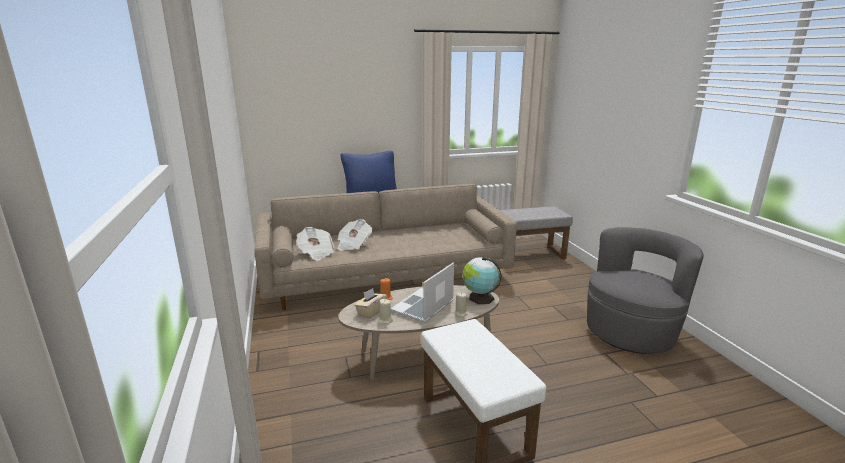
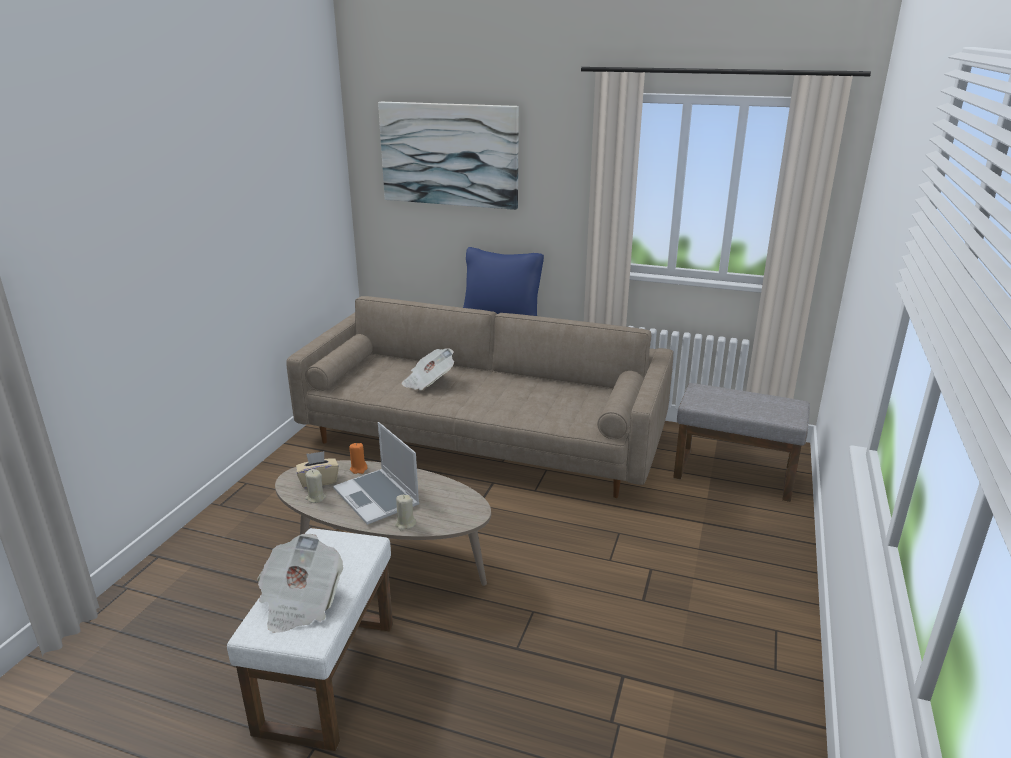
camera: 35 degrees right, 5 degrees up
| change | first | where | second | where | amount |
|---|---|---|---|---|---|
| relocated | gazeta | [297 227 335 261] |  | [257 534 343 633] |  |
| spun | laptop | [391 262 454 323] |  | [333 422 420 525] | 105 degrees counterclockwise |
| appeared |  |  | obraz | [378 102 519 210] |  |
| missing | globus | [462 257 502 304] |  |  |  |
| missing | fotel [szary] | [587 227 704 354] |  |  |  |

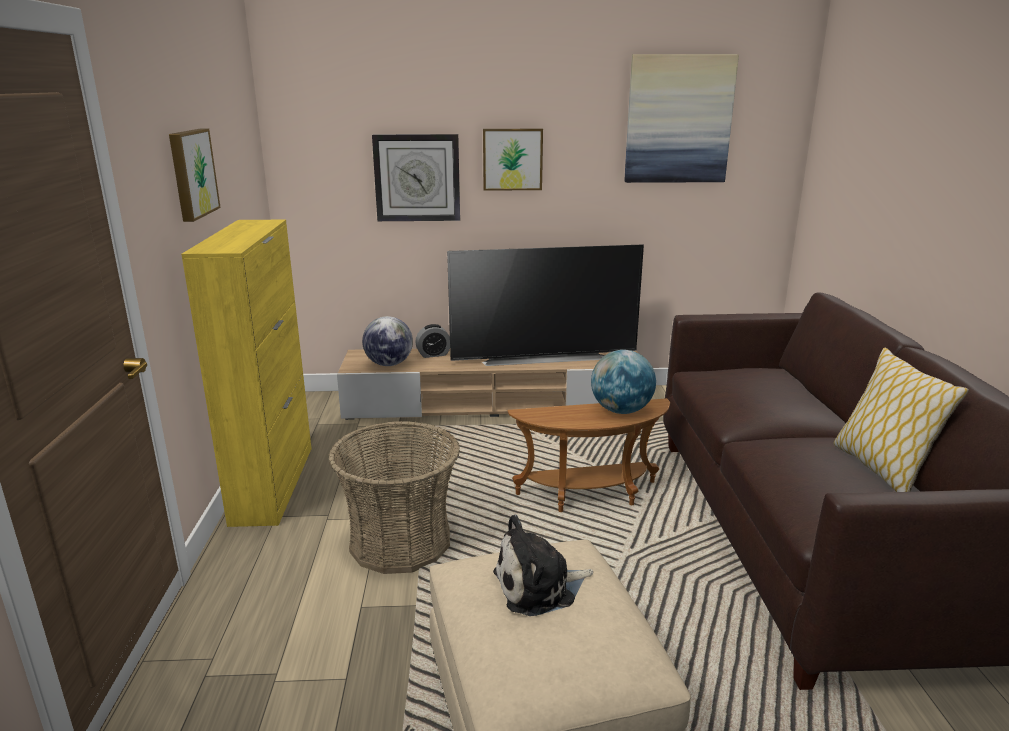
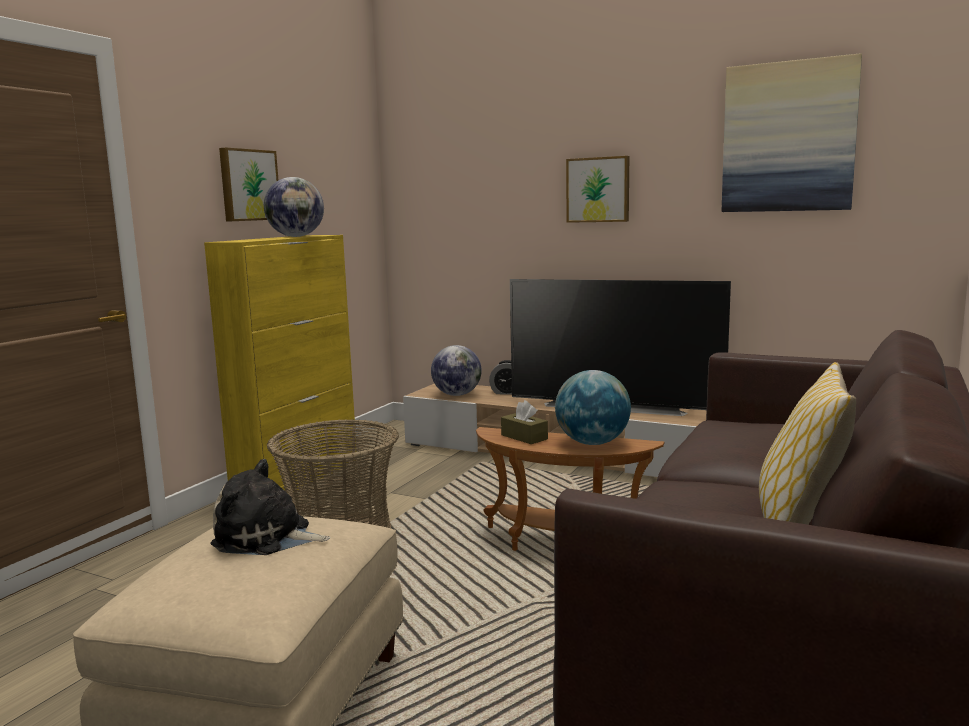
camera: 30 degrees right, 10 degrees down
| change | first | where | second | where | amount |
|---|---|---|---|---|---|
| appeared |  |  | globus | [264 177 324 237] |  |
| appeared |  |  | pudełko chusteczek [brązowy] | [501 400 548 444] |  |
| missing | zegar ścienny | [372 134 460 221] |  |  |  |

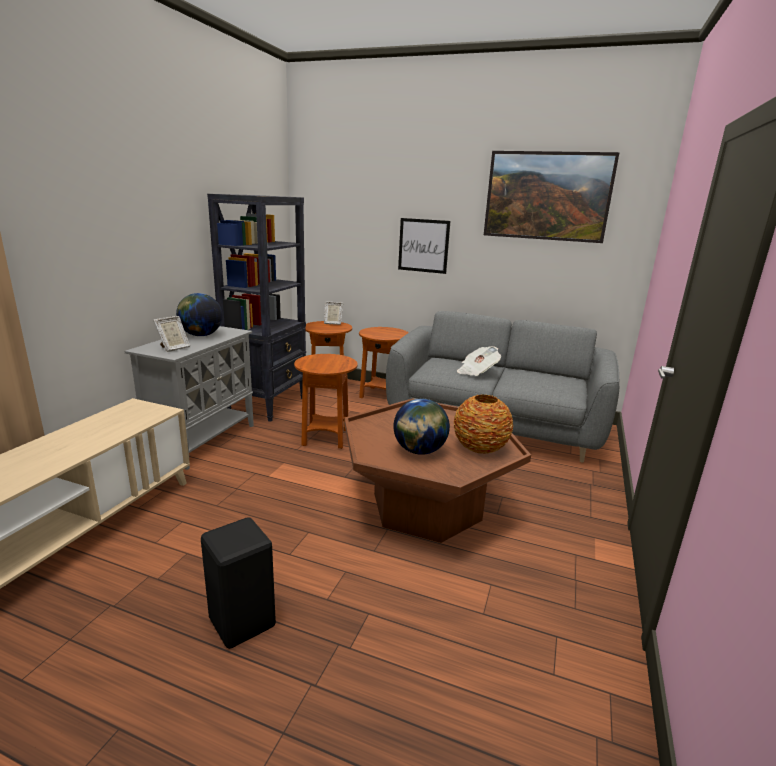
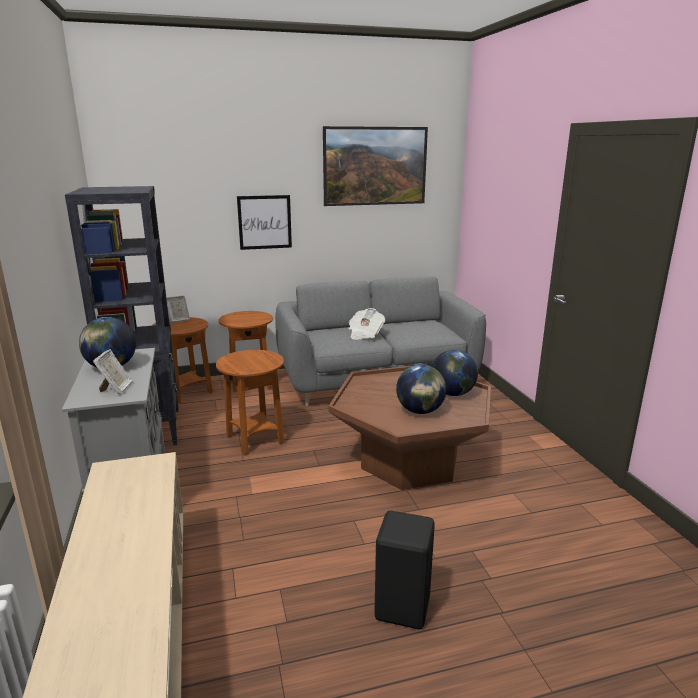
camera: 35 degrees left, 0 degrees up
| change | first | where | second | where | amount |
|---|---|---|---|---|---|
| exchanged | wazon | [454 394 513 454] | globus | [432 350 478 396] |  |

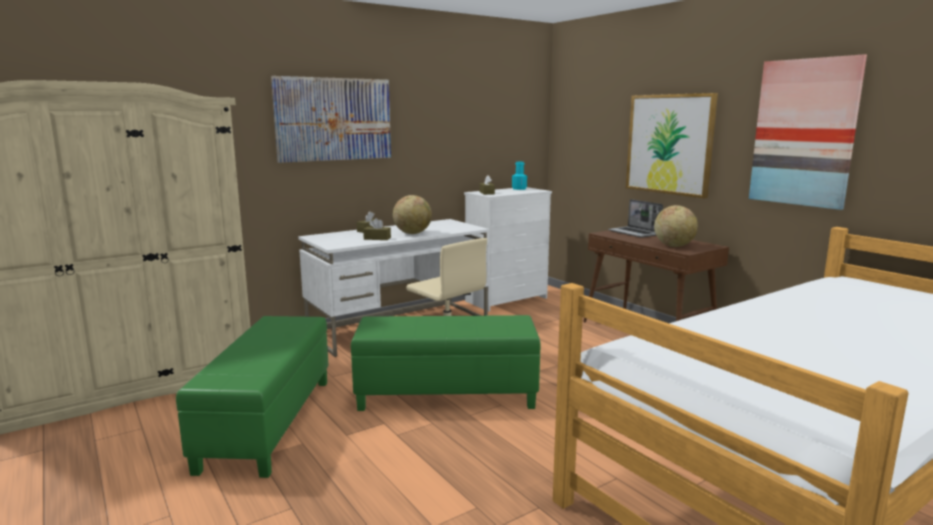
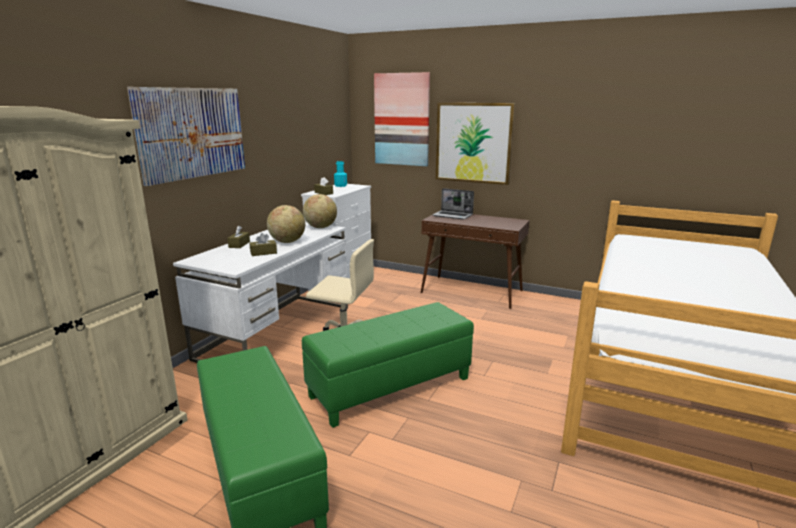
camera: 30 degrees left, 5 degrees up
| change | first | where | second | where | amount |
|---|---|---|---|---|---|
| relocated | globus | [654 205 698 247] |  | [303 194 337 228] |  |
| relocated | obraz | [749 54 867 210] |  | [374 72 430 166] |  |

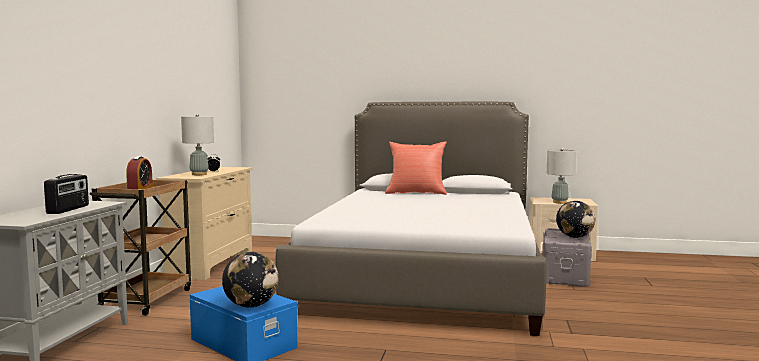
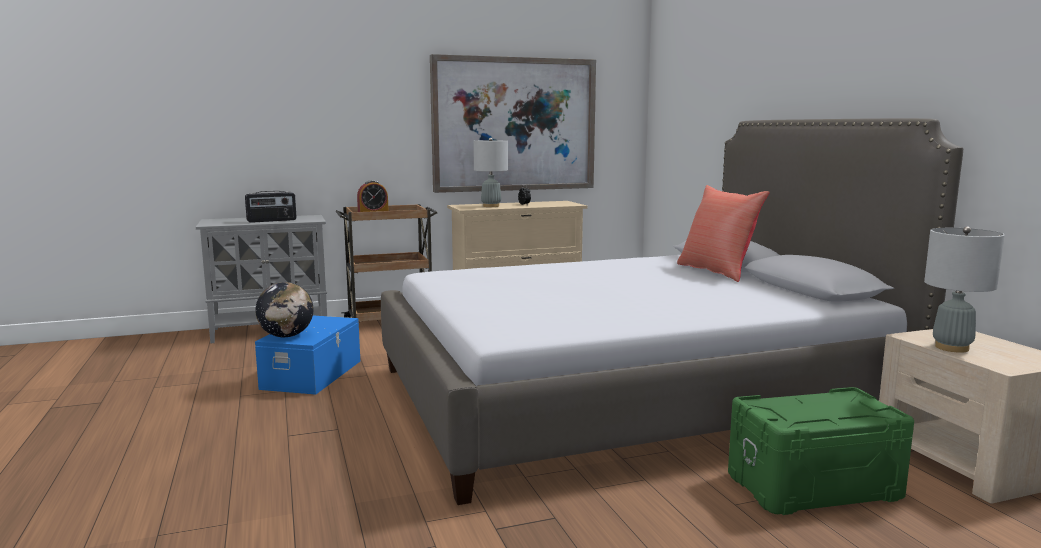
camera: 60 degrees right, 5 degrees up
| change | first | where | second | where | amount |
|---|---|---|---|---|---|
| appeared |  |  | obraz | [430 54 596 193] |  |
| colour | pojemnik do przechowywania [szary] | [542 228 592 287] | pojemnik do przechowywania [zielony] | [728 387 914 515] |  |
| missing | globus | [556 201 595 238] |  |  |  |

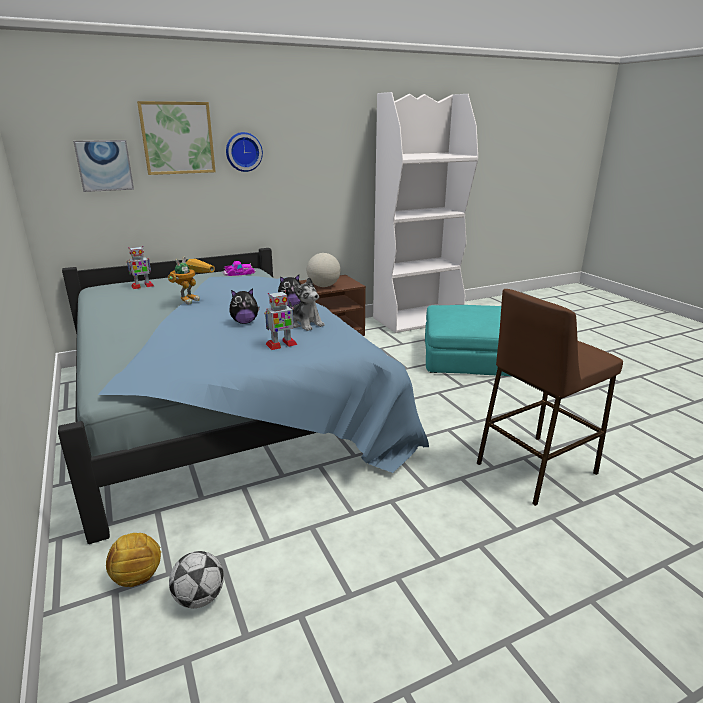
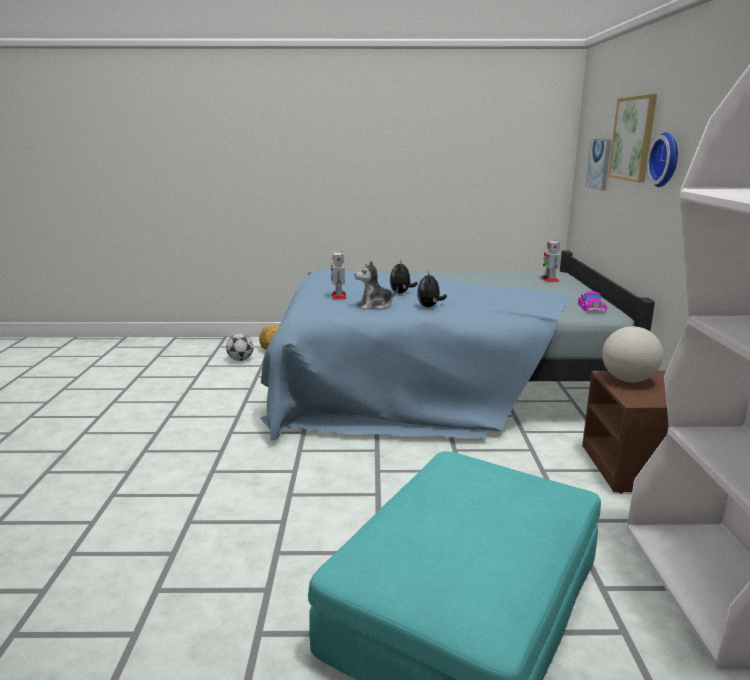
camera: 115 degrees right, 5 degrees down
| change | first | where | second | where | amount |
|---|---|---|---|---|---|
| missing | robot zabawkowy | [168 257 215 305] |  |  |  |
| missing | stołek [brązowy] | [477 289 623 506] |  |  |  |

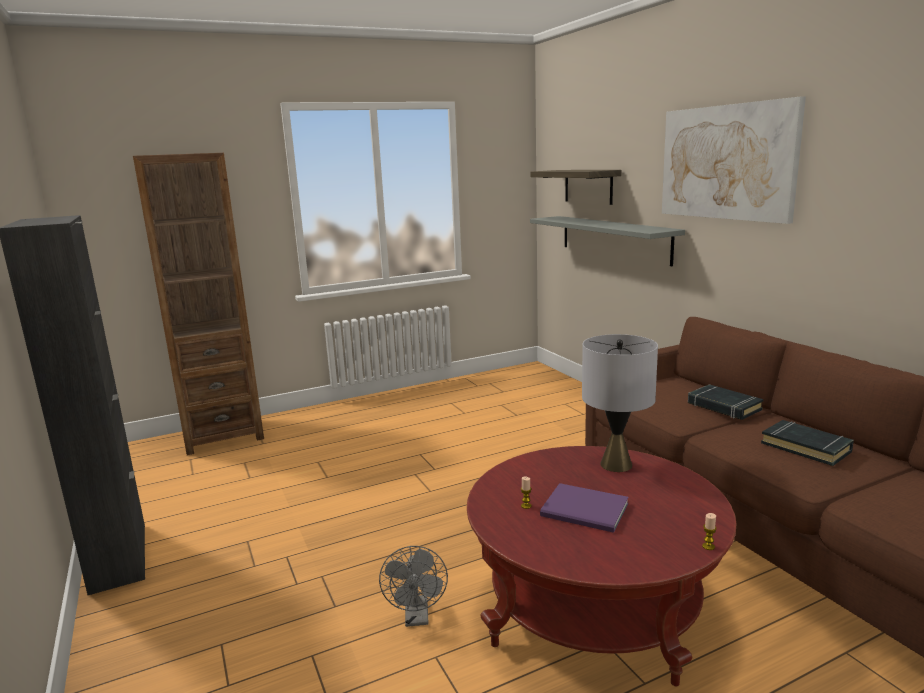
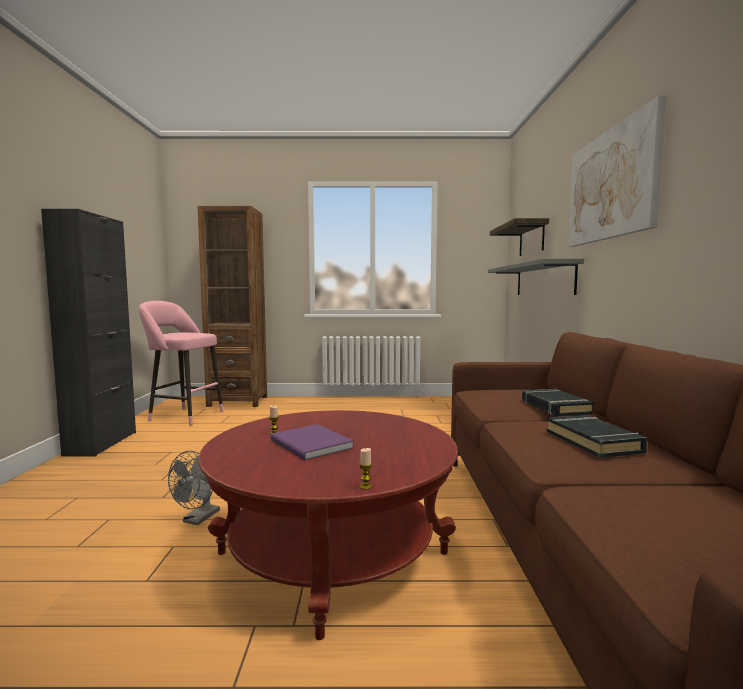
camera: 25 degrees right, 10 degrees down
| change | first | where | second | where | amount |
|---|---|---|---|---|---|
| appeared |  |  | stołek [różowy] | [139 301 224 425] |  |
| missing | lampa stołowa [szary] | [582 334 658 472] |  |  |  |

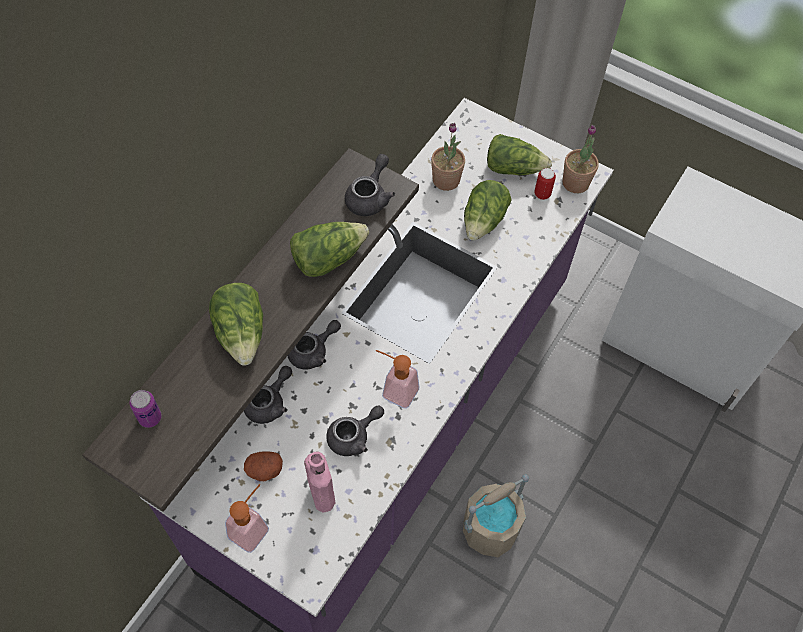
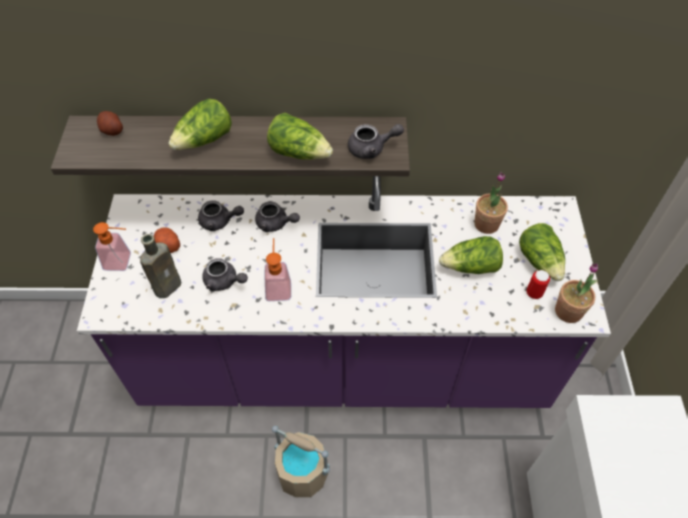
camera: 60 degrees right, 5 degrees down
| change | first | where | second | where | amount |
|---|---|---|---|---|---|
| exchanged | puszka | [129 390 162 428] | ziemniak | [97 111 123 136] |  |
| colour | butelka [różowy] | [304 451 336 513] | butelka [brązowy] | [140 234 181 298] |  |

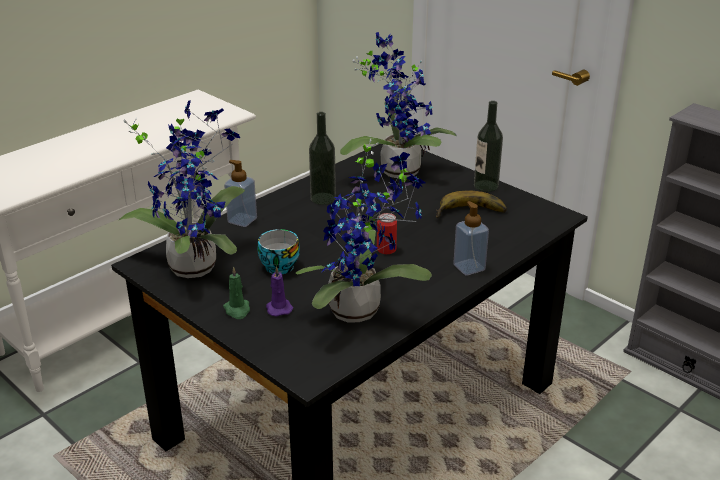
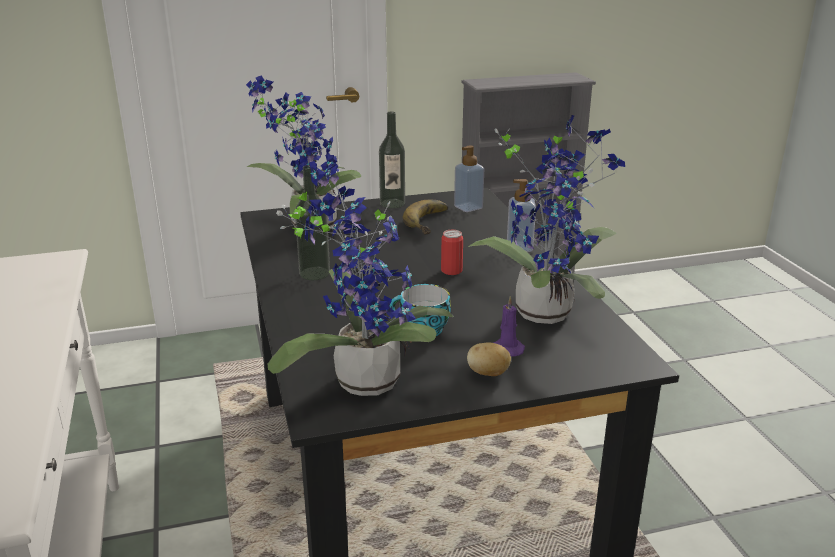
camera: 60 degrees left, 5 degrees down
| change | first | where | second | where | amount |
|---|---|---|---|---|---|
| relocated | dozownik mydła | [224 160 257 227] |  | [454 145 484 212] |  |
| exchanged | świeca [zielony] | [223 266 250 319] | ziemniak | [467 343 511 376] |  |

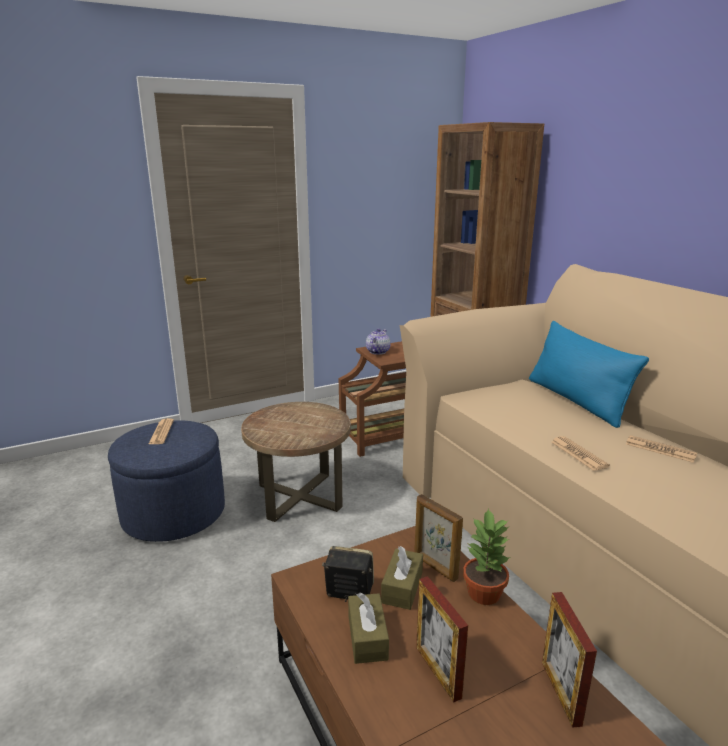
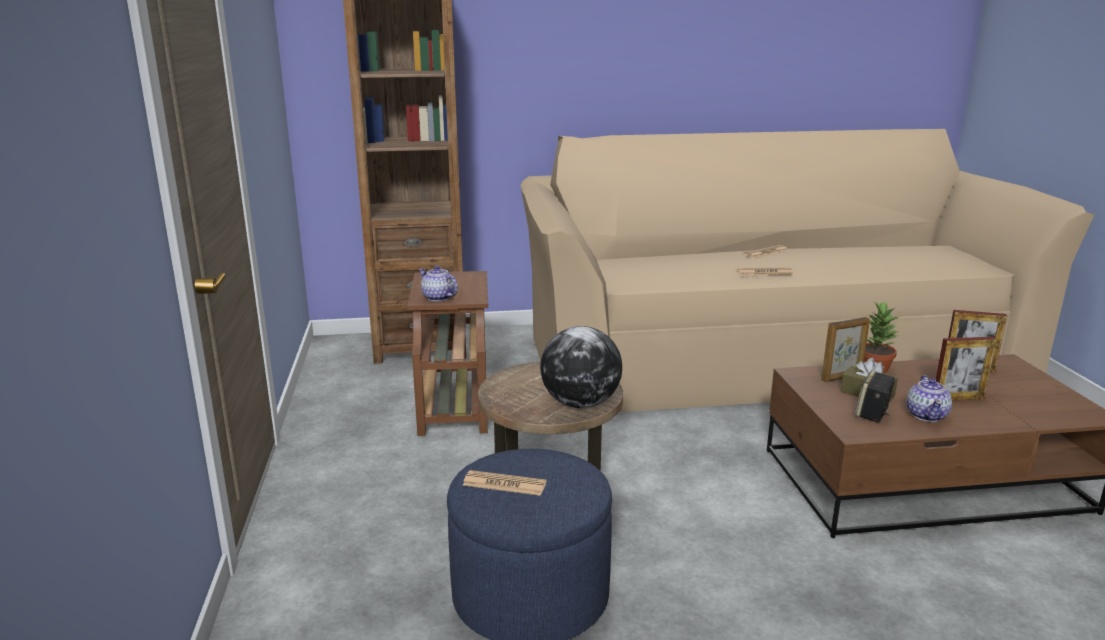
camera: 70 degrees left, 0 degrees up
| change | first | where | second | where | amount |
|---|---|---|---|---|---|
| appeared |  |  | globus | [540 326 622 408] |  |
| exchanged | pudełko chusteczek [brązowy] | [348 593 389 664] | imbryk | [907 375 952 422] |  |
| missing | poduszka [niebieski] | [529 321 649 428] |  |  |  |

